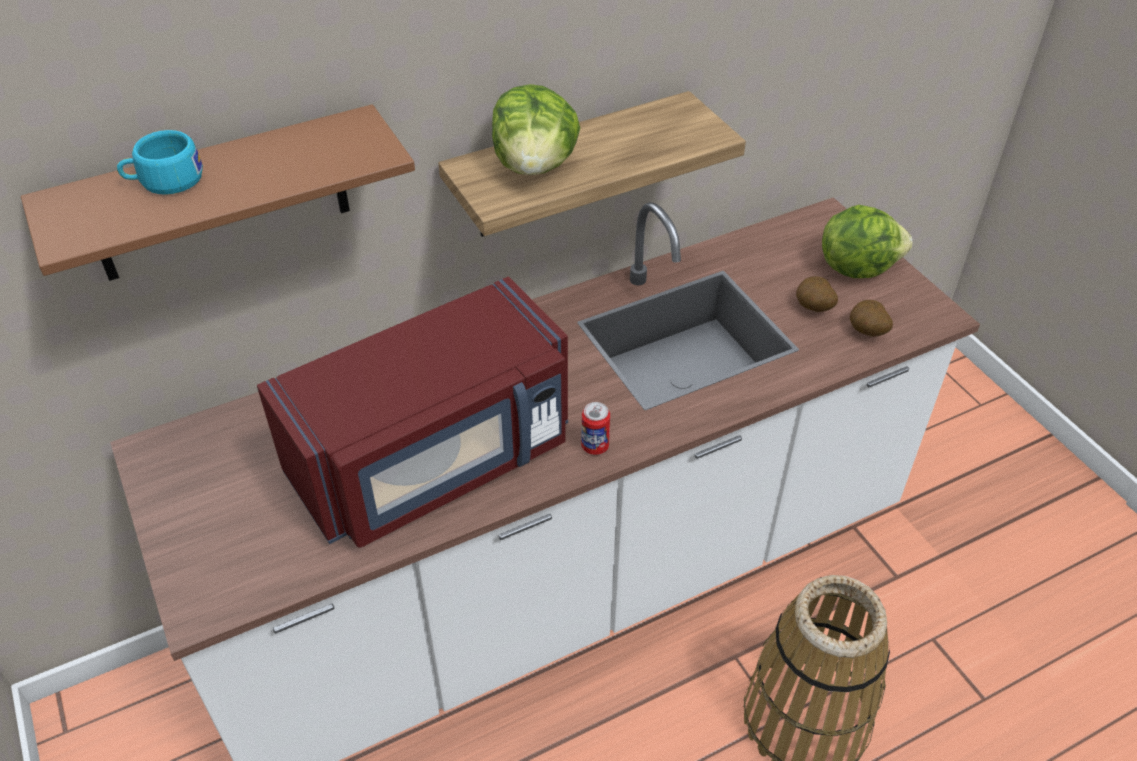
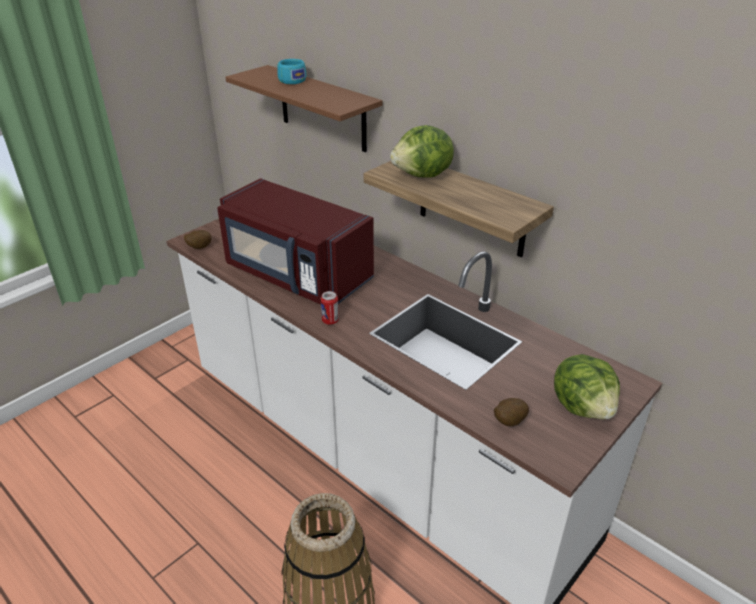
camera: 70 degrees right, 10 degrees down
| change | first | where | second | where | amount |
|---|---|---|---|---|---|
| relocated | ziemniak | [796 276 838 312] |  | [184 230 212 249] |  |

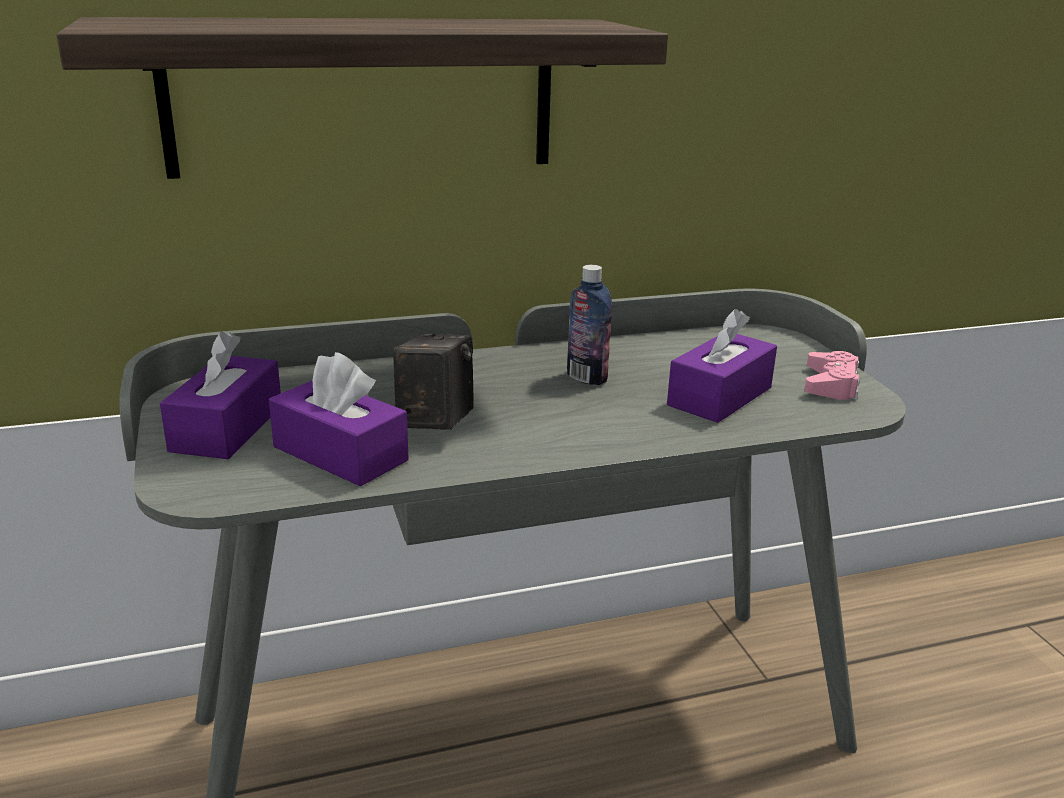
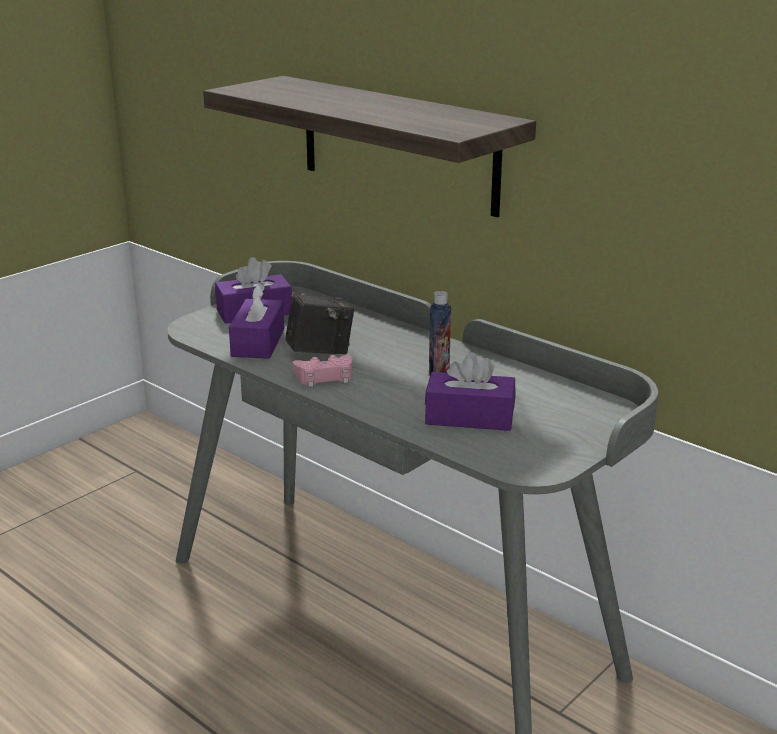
camera: 60 degrees right, 0 degrees up
| change | first | where | second | where | amount |
|---|---|---|---|---|---|
| relocated | pad do gier [różowy] | [804 351 860 400] |  | [292 355 352 387] |  |

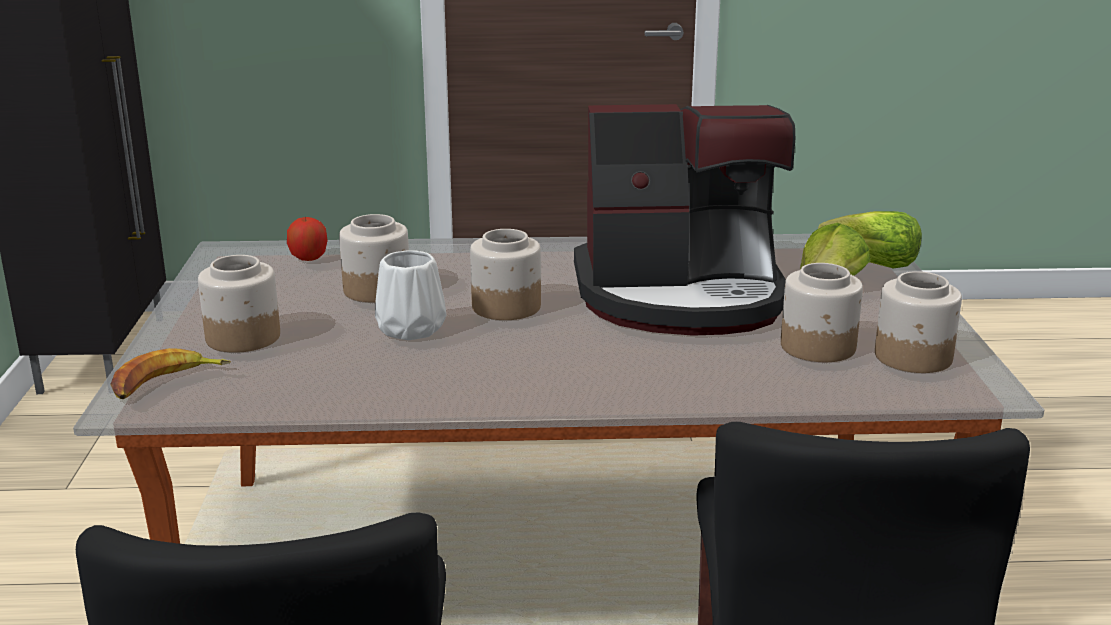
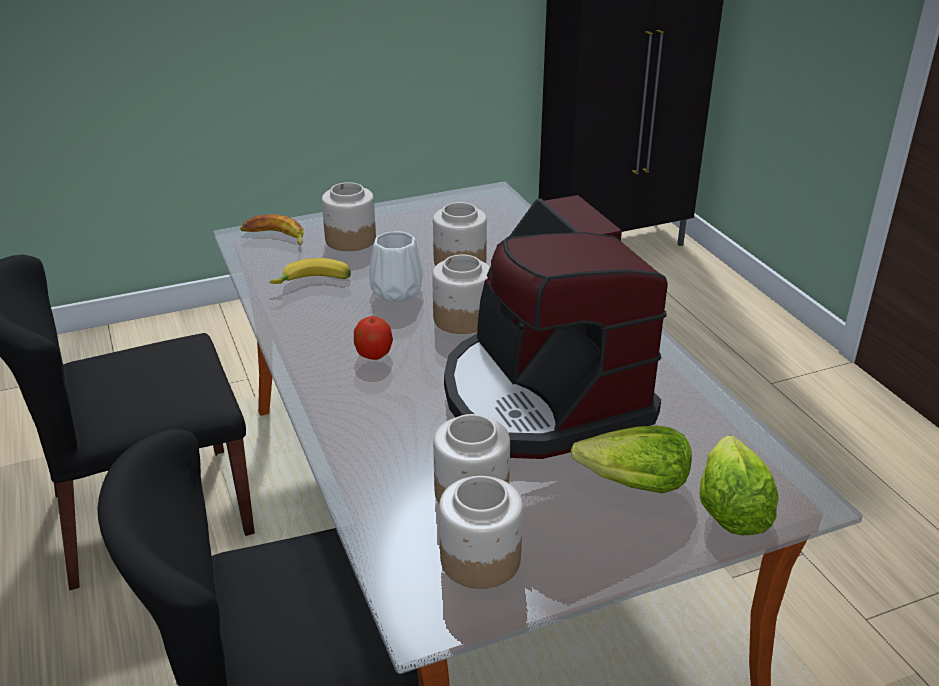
camera: 70 degrees right, 10 degrees up
| change | first | where | second | where | amount |
|---|---|---|---|---|---|
| appeared |  |  | banan | [270 258 351 284] |  |
| relocated | jabłko | [287 216 328 261] |  | [354 316 393 360] |  |

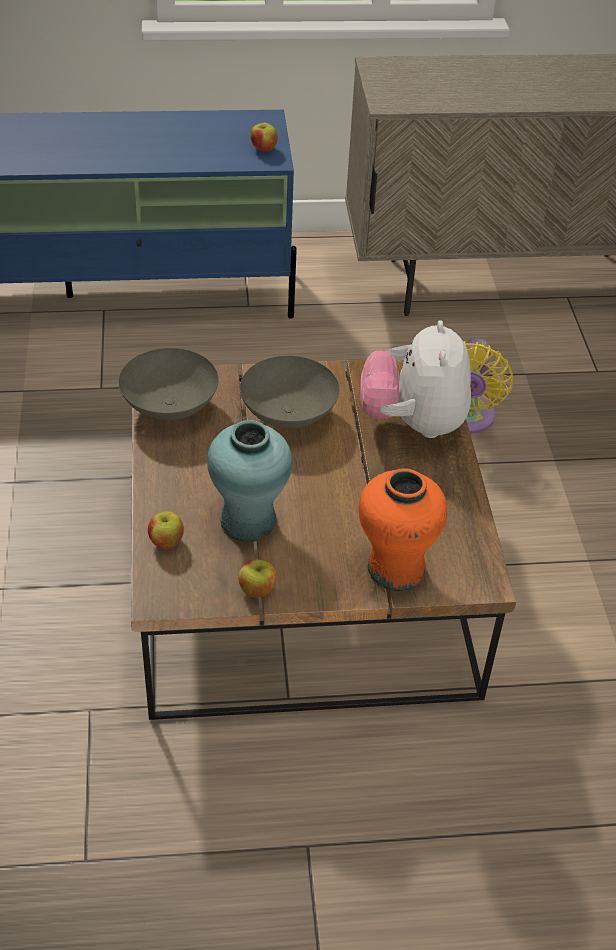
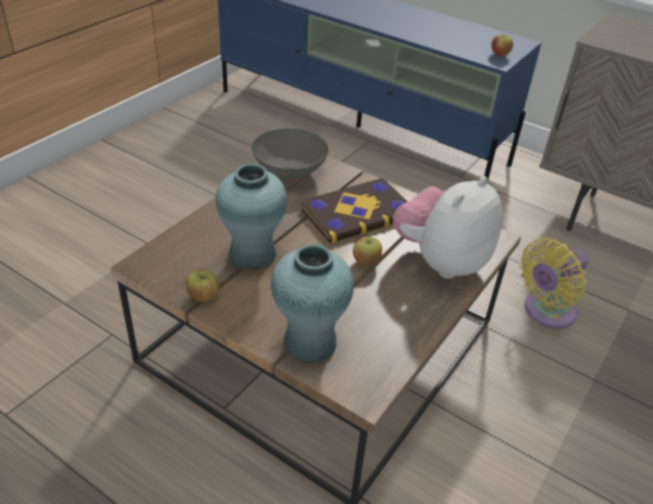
camera: 40 degrees right, 5 degrees down
| change | first | where | second | where | amount |
|---|---|---|---|---|---|
| colour | wazon [pomarańczowy] | [359 468 447 591] | wazon [turkusowy] | [271 244 354 363] |  |
| exchanged | miska [szary] | [240 356 339 429] | książka | [300 178 408 244] |  |
| relocated | jabłko | [148 511 184 549] |  | [353 237 382 266] |  |

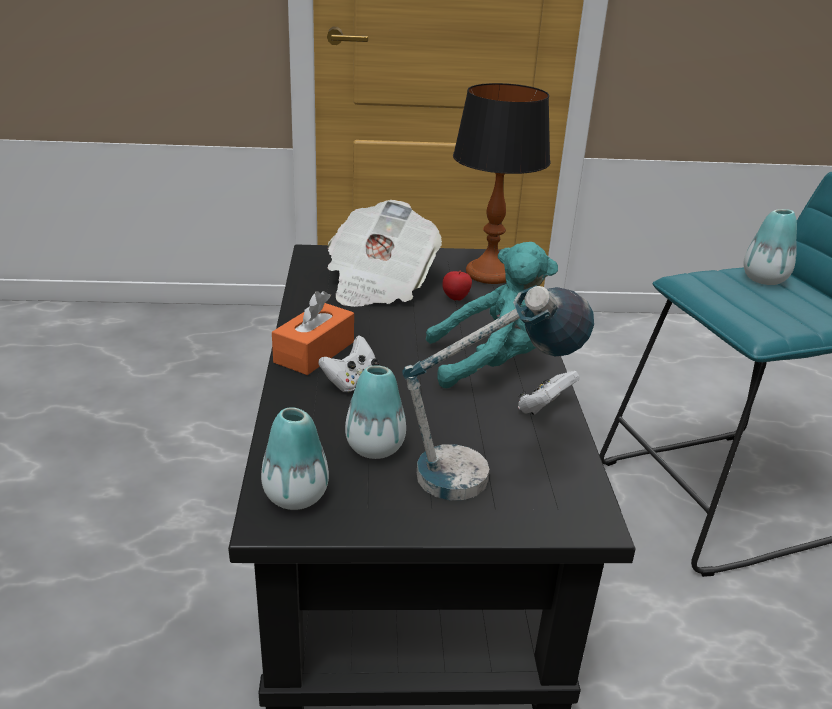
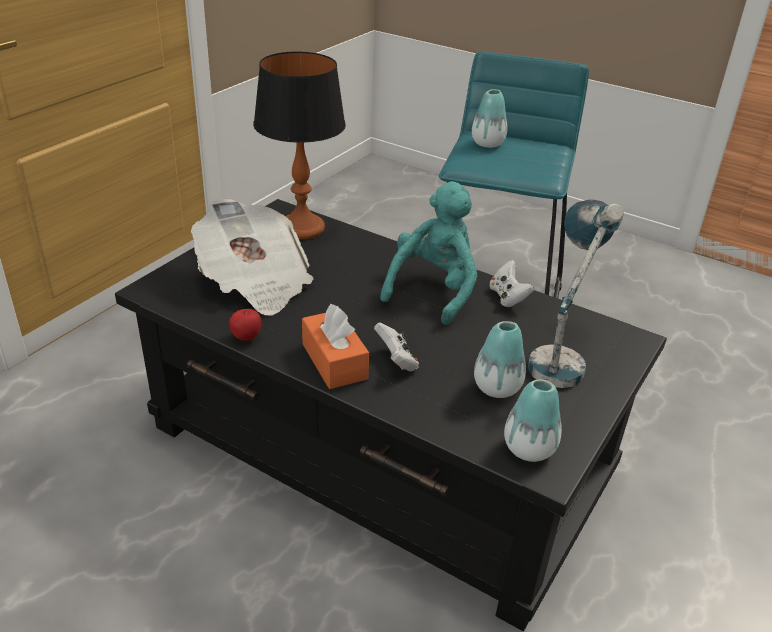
camera: 55 degrees left, 5 degrees up
| change | first | where | second | where | amount |
|---|---|---|---|---|---|
| relocated | jabłko | [443 271 472 301] |  | [229 309 261 341] |  |

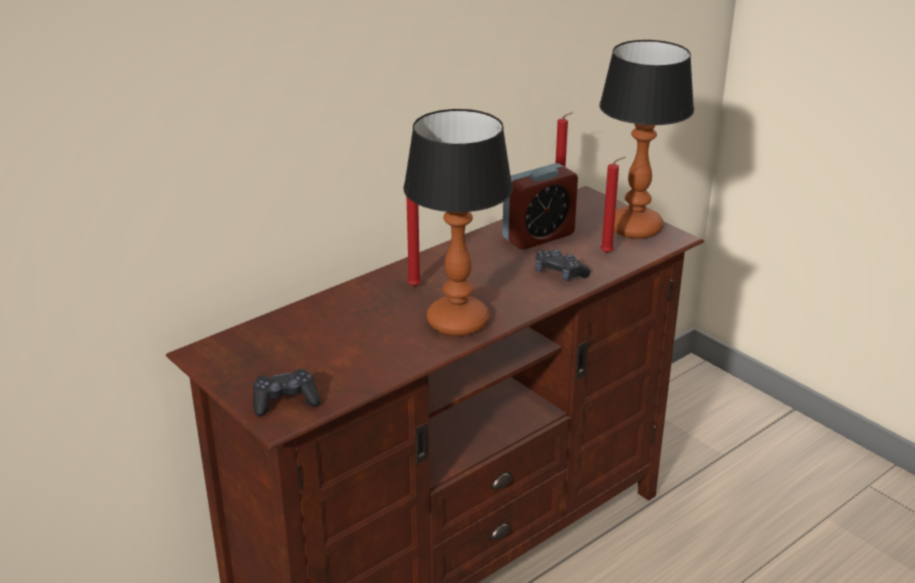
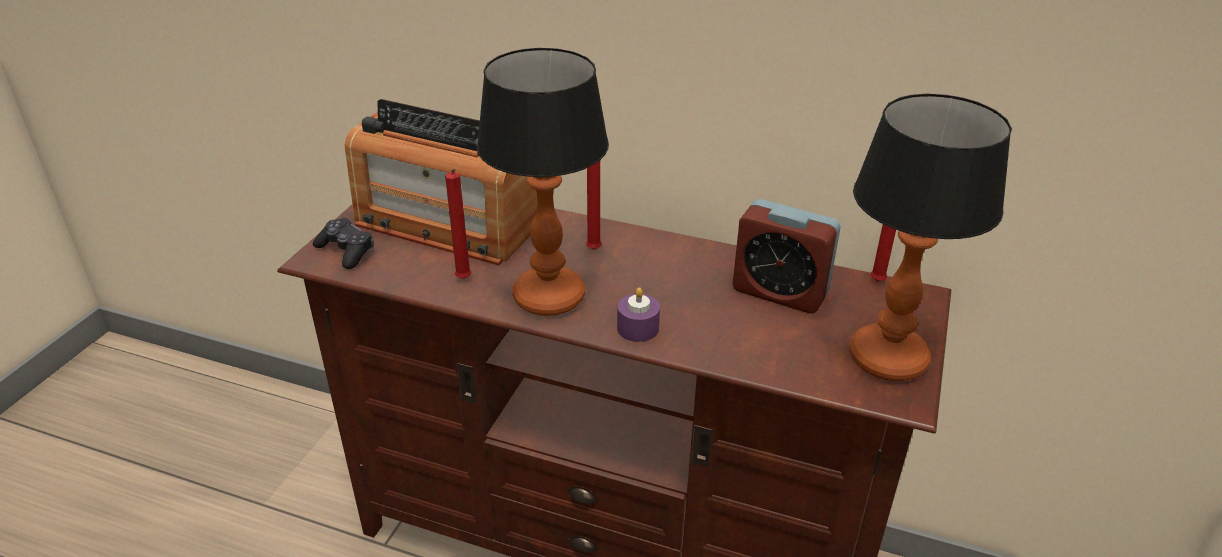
camera: 60 degrees right, 5 degrees up
| change | first | where | second | where | amount |
|---|---|---|---|---|---|
| appeared |  |  | radio | [345 99 537 265] |  |
| relocated | świeca [czerwony] | [600 157 626 253] |  | [445 169 472 279] |  |
| appeared |  |  | świeca [fioletowy] | [617 287 660 342] |  |
| missing | pad do gier [czarny] | [535 249 590 281] |  |  |  |

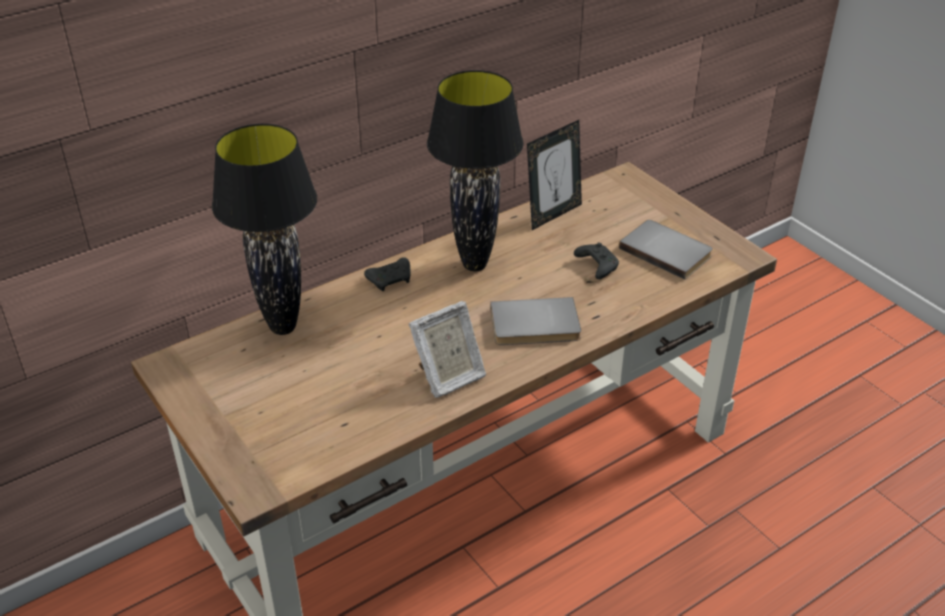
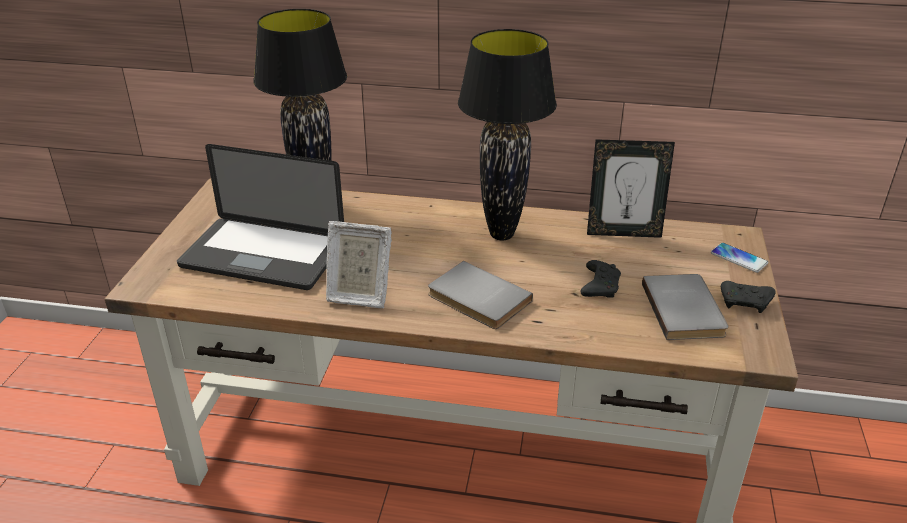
camera: 45 degrees right, 5 degrees down
| change | first | where | second | where | amount |
|---|---|---|---|---|---|
| appeared |  |  | laptop | [177 144 344 290] |  |
| appeared |  |  | telefon | [711 243 768 273] |  |
| relocated | pad do gier [czarny] | [364 257 410 291] |  | [721 281 776 313] |  |

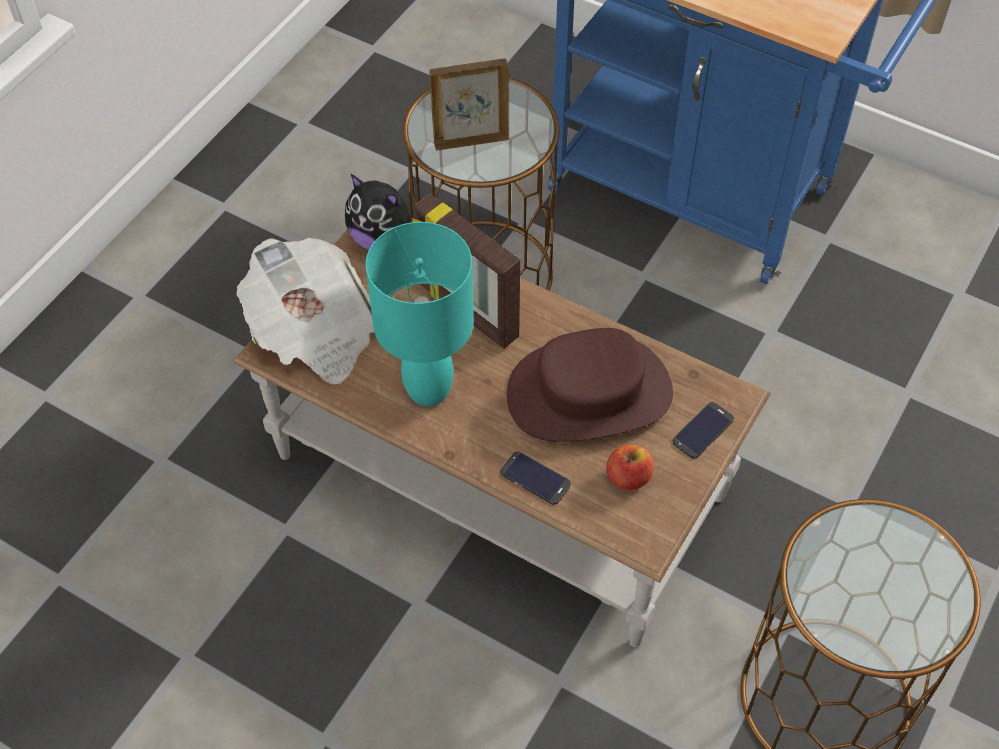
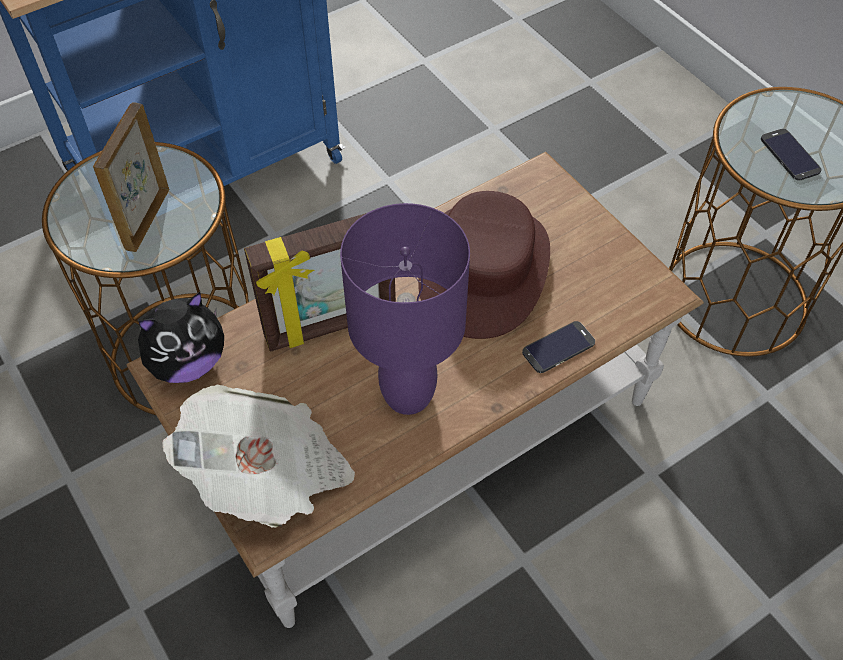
camera: 65 degrees left, 0 degrees up
| change | first | where | second | where | amount |
|---|---|---|---|---|---|
| colour | lampa stołowa [turkusowy] | [366 222 474 406] | lampa stołowa [fioletowy] | [340 203 470 415] |  |
| relocated | telefon | [672 402 734 459] |  | [761 129 822 180] |  |
| missing | jabłko | [606 444 654 490] |  |  |  |

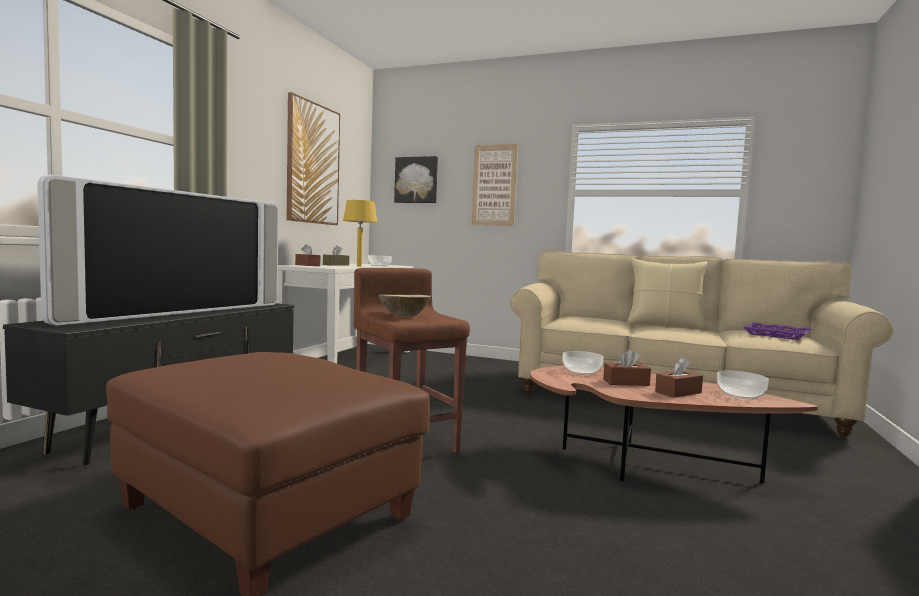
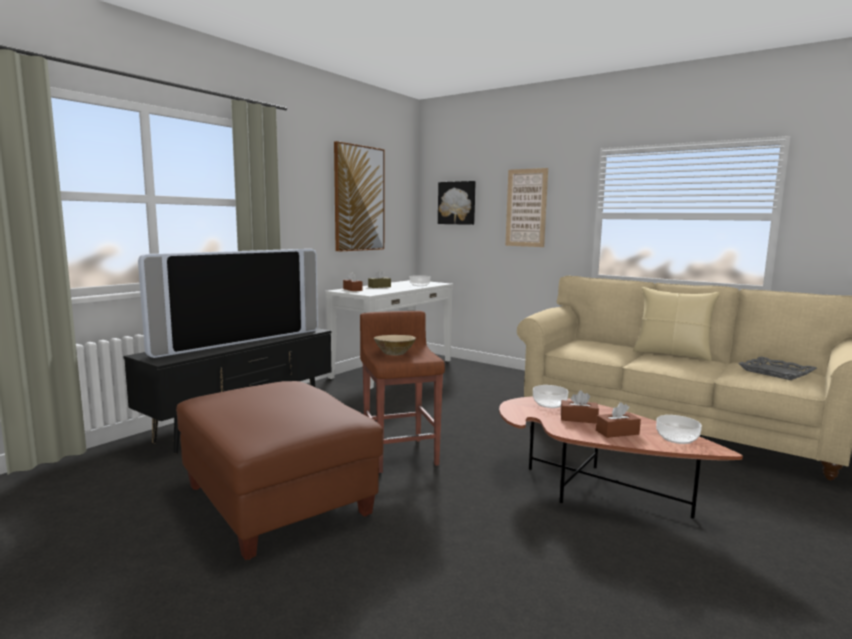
camera: 15 degrees right, 5 degrees up
| change | first | where | second | where | amount |
|---|---|---|---|---|---|
| colour | taca [fioletowy] | [743 322 812 340] | taca [szary] | [738 357 817 380] |  |
| missing | lampa stołowa [żółty] | [343 200 377 267] |  |  |  |

